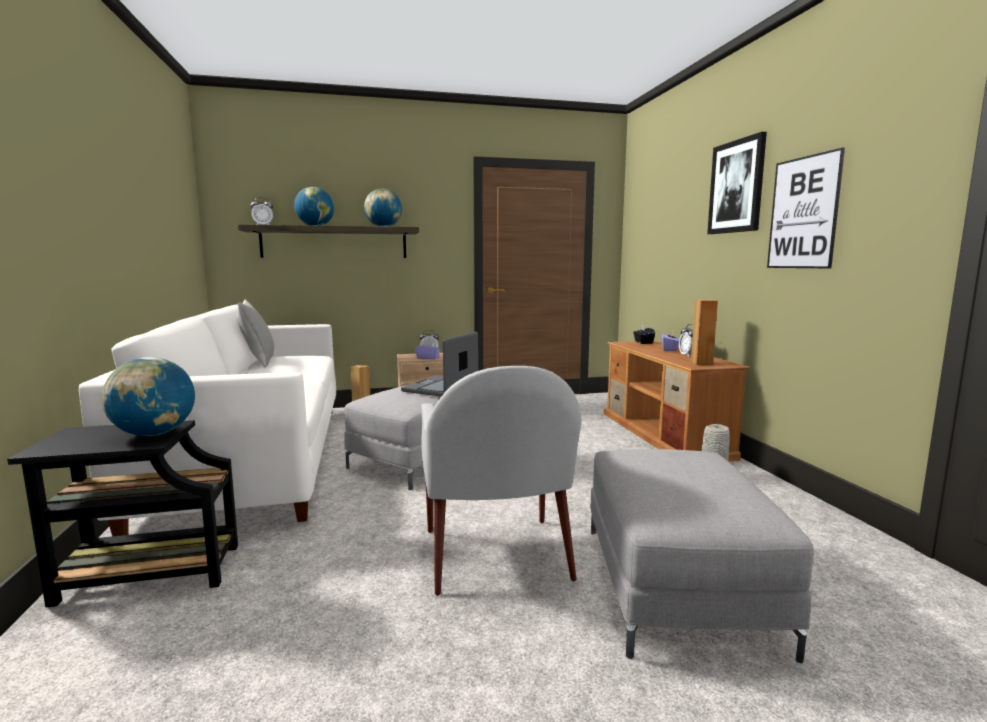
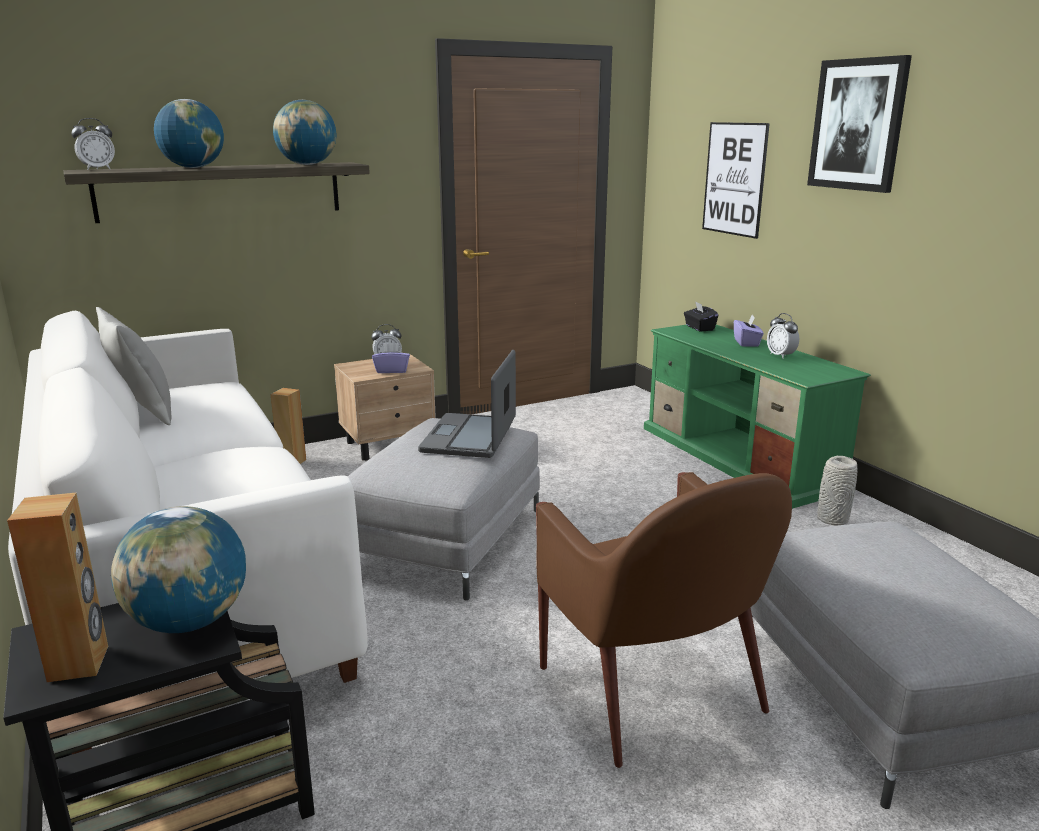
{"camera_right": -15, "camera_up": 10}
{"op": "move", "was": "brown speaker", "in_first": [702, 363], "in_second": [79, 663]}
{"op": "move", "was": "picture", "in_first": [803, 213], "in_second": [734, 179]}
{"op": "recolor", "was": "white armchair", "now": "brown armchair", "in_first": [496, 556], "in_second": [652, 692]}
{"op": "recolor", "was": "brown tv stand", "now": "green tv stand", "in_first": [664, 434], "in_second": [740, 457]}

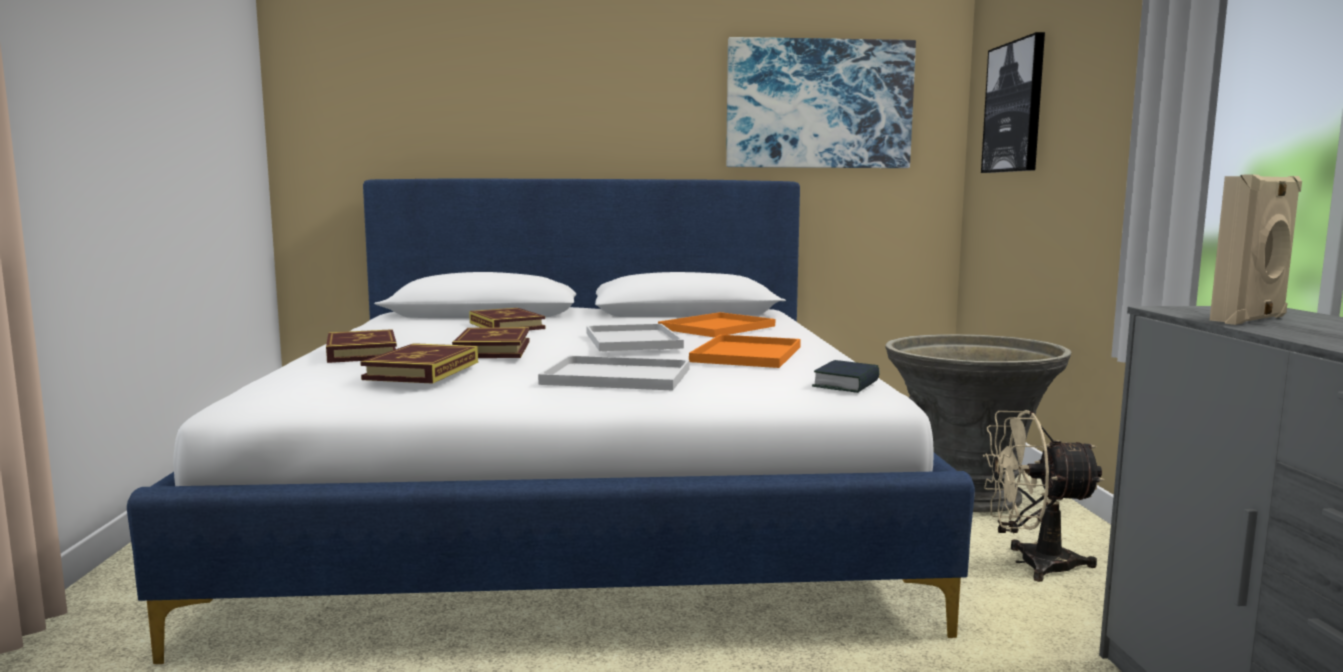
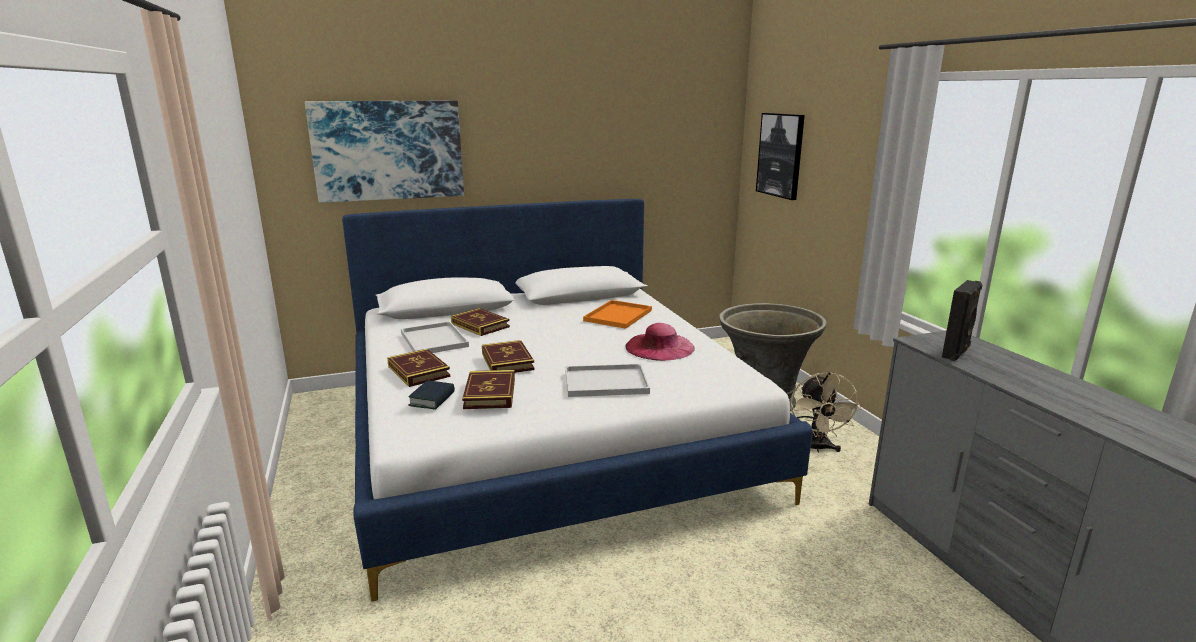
{"camera_right": -15, "camera_up": 10}
{"op": "move", "was": "white tray", "in_first": [634, 340], "in_second": [435, 340]}
{"op": "move", "was": "picture", "in_first": [819, 104], "in_second": [388, 150]}
{"op": "move", "was": "book", "in_first": [846, 384], "in_second": [432, 399]}
{"op": "replace", "was": "orange tray", "now": "pink hat", "in_first": [746, 353], "in_second": [659, 347]}
{"op": "recolor", "was": "beige speaker", "now": "black speaker", "in_first": [1251, 319], "in_second": [957, 352]}
{"op": "rotate", "was": "beige fan", "in_first": [1031, 564], "in_second": [816, 448], "clockwise": -75}

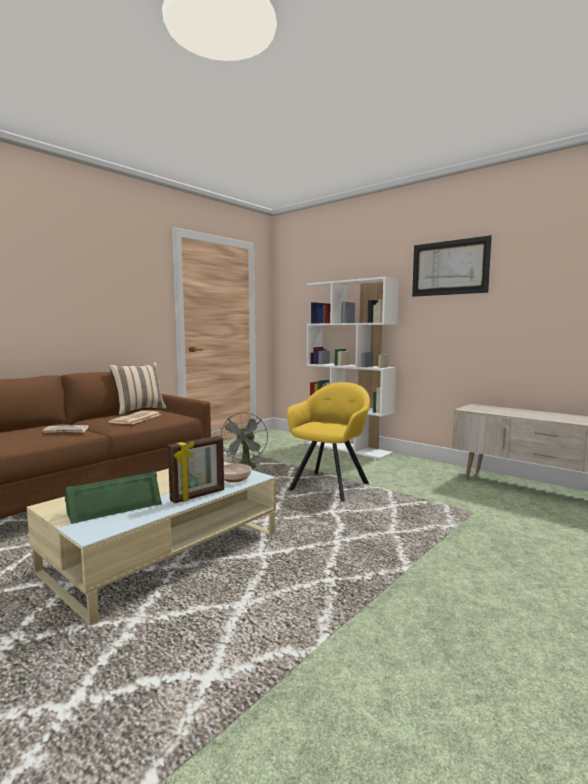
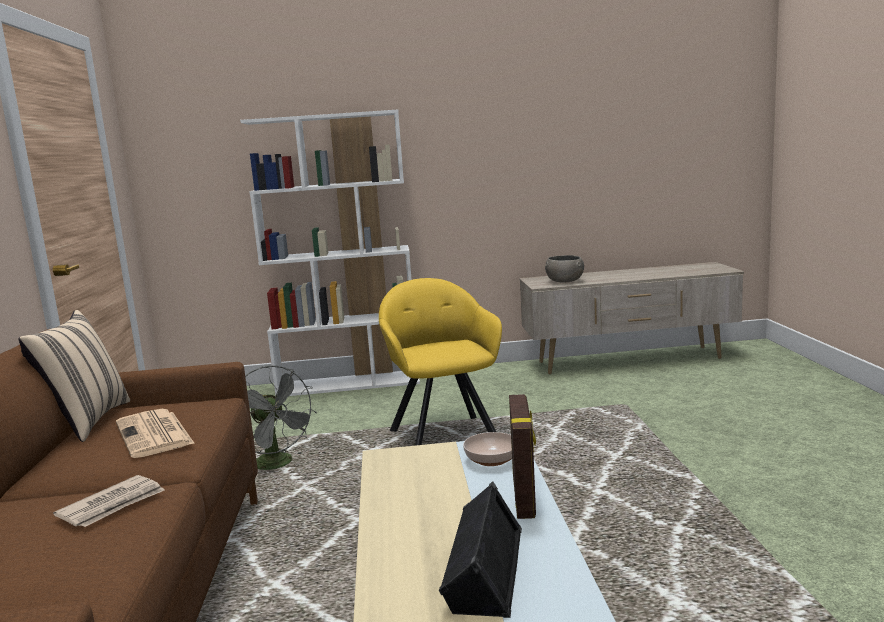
{"camera_right": -45, "camera_up": 5}
{"op": "delete", "was": "picture", "in_first": [449, 268]}
{"op": "insert", "now": "grey bowl", "in_second": [564, 281]}
{"op": "recolor", "was": "green speaker", "now": "black speaker", "in_first": [114, 507], "in_second": [482, 567]}

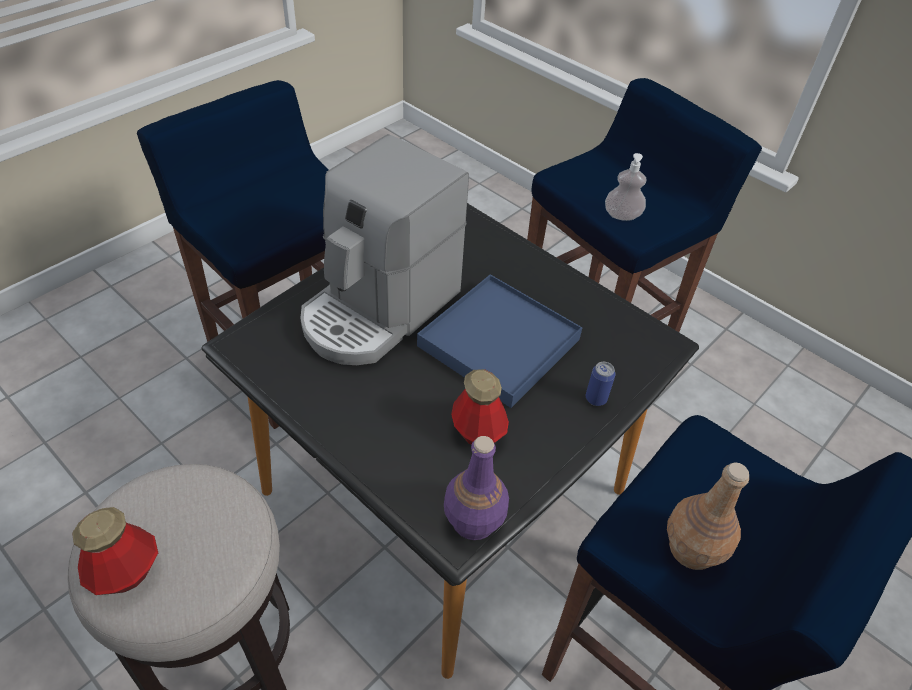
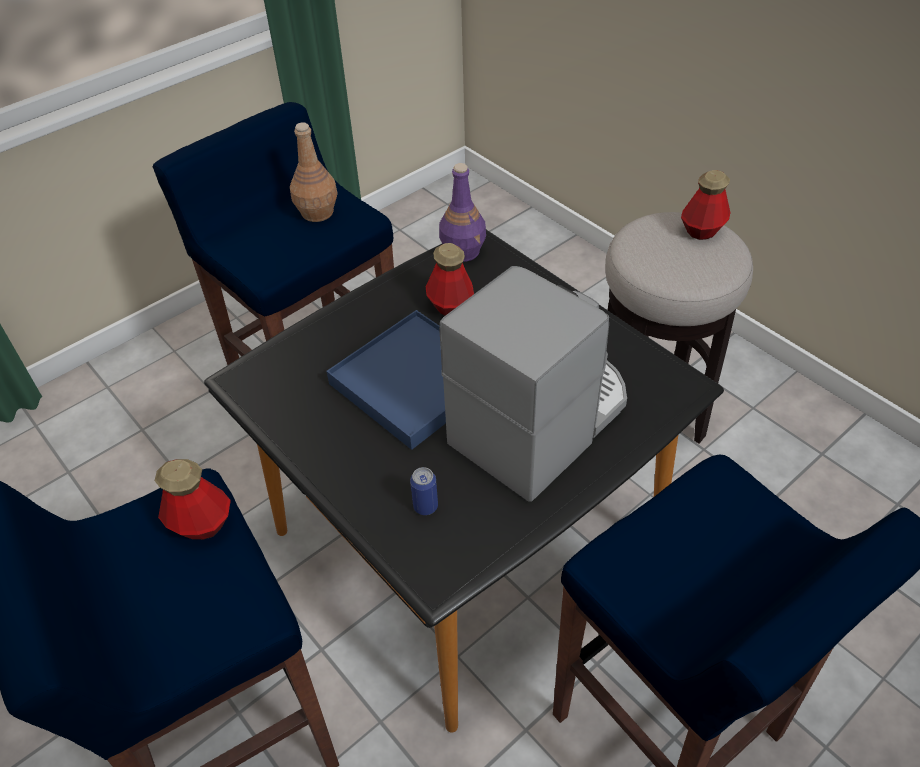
{"camera_right": -170, "camera_up": 0}
{"op": "move", "was": "can", "in_first": [596, 398], "in_second": [425, 506]}
{"op": "replace", "was": "soap dispenser", "now": "bottle", "in_first": [622, 215], "in_second": [201, 524]}

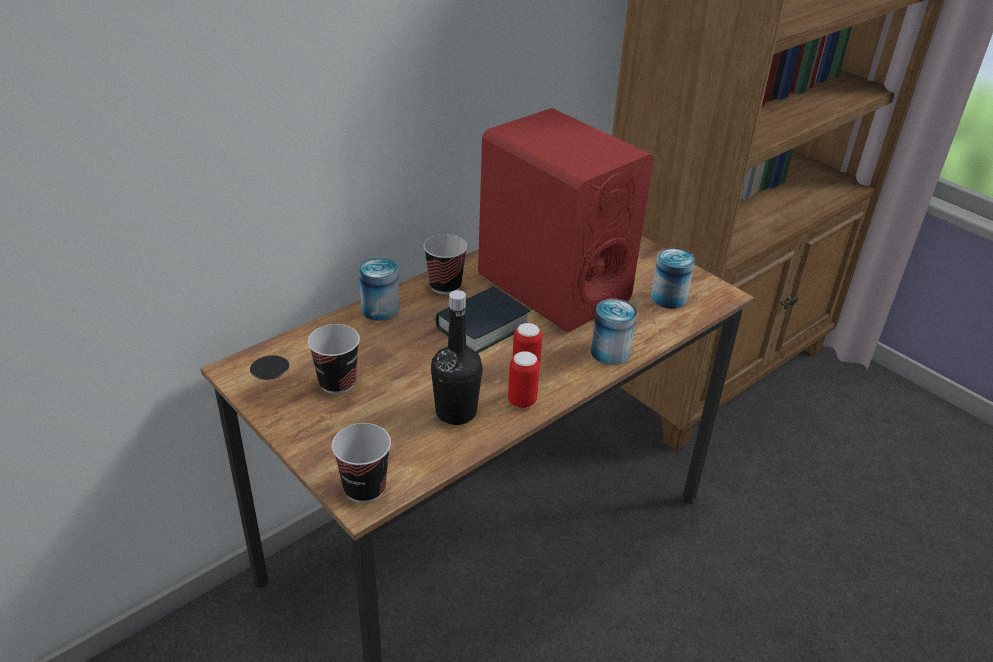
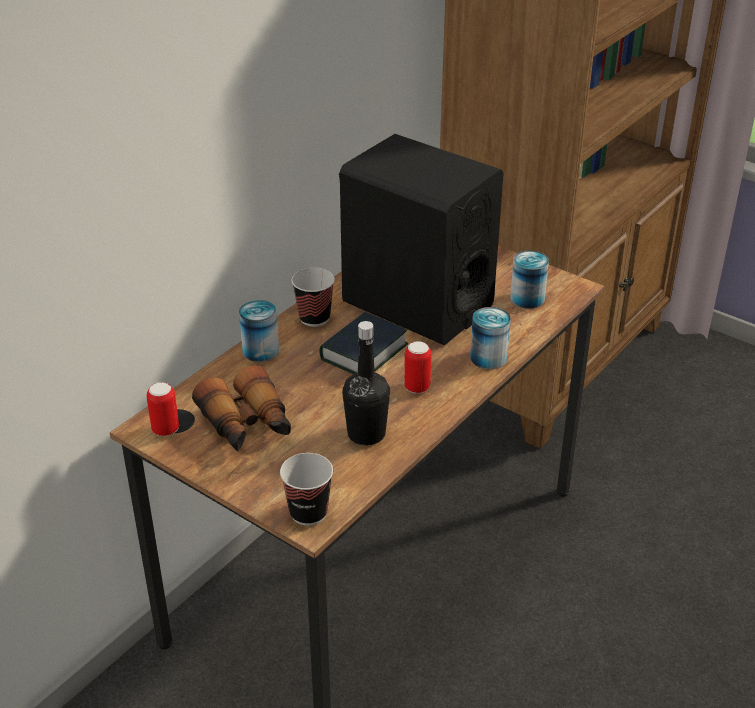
{"camera_right": -10, "camera_up": 0}
{"op": "move", "was": "can", "in_first": [522, 401], "in_second": [165, 430]}
{"op": "replace", "was": "cup", "now": "binoculars", "in_first": [337, 383], "in_second": [247, 425]}
{"op": "recolor", "was": "red speaker", "now": "black speaker", "in_first": [552, 287], "in_second": [416, 304]}

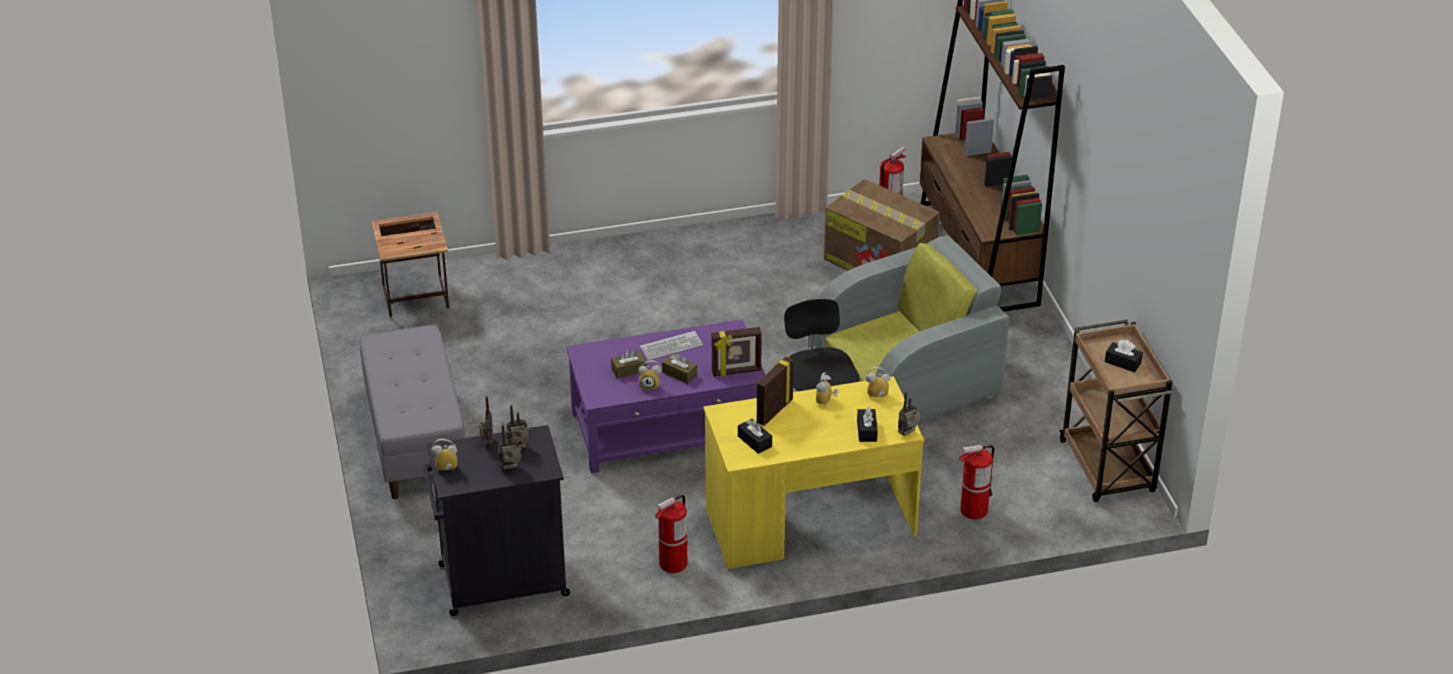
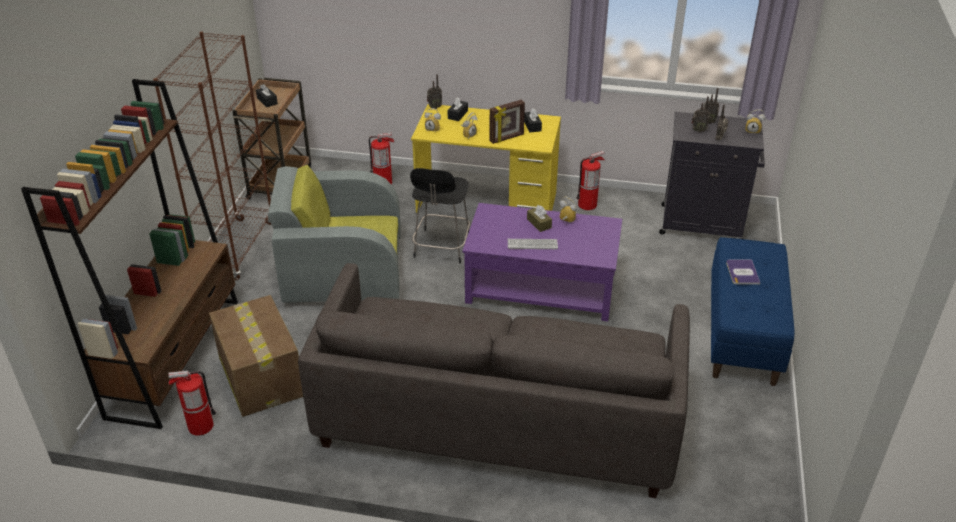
{"camera_right": -155, "camera_up": 0}
{"op": "delete", "was": "side table", "in_first": [417, 298]}
{"op": "delete", "was": "brown tissue box", "in_first": [629, 370]}
{"op": "delete", "was": "picture frame", "in_first": [736, 372]}
{"op": "insert", "now": "brown bookcase", "in_second": [238, 249]}
{"op": "insert", "now": "grey sofa", "in_second": [497, 419]}
{"op": "insert", "now": "book", "in_second": [742, 272]}
{"op": "recolor", "was": "grey bench", "now": "blue bench", "in_first": [415, 440], "in_second": [743, 334]}

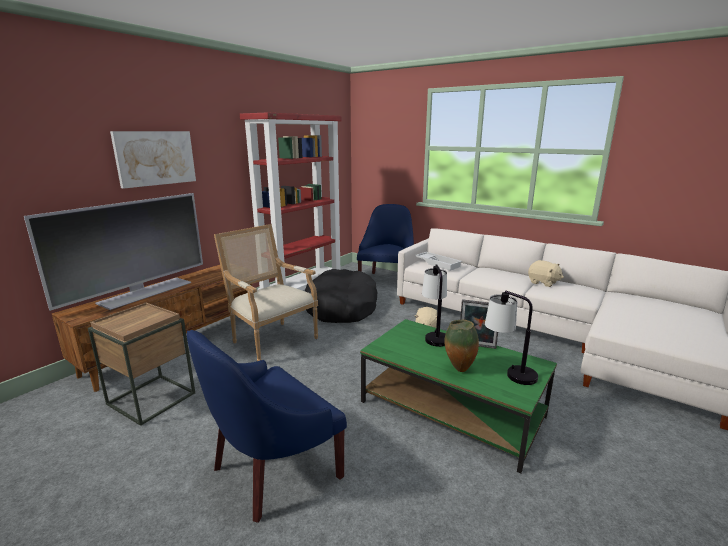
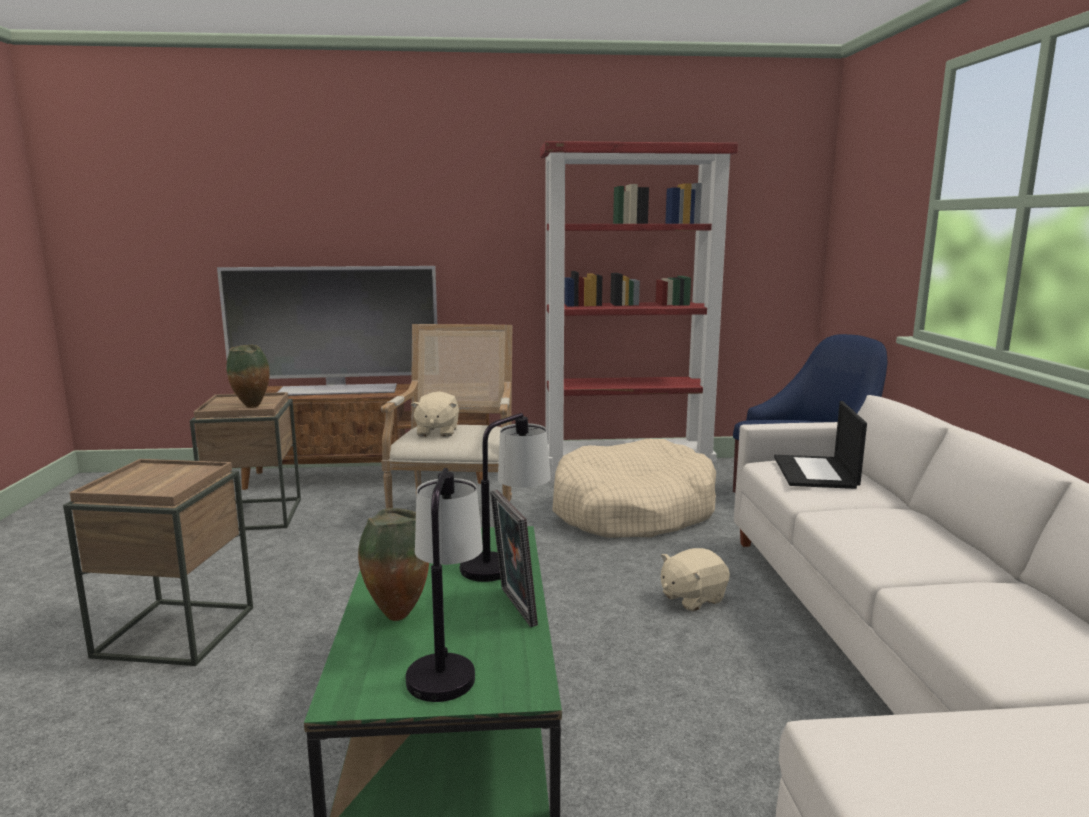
{"camera_right": 50, "camera_up": -5}
{"op": "delete", "was": "picture", "in_first": [155, 158]}
{"op": "insert", "now": "vase", "in_second": [252, 407]}
{"op": "move", "was": "beige plush toy", "in_first": [543, 283], "in_second": [436, 432]}
{"op": "replace", "was": "blue armchair", "now": "brown side table", "in_first": [272, 469], "in_second": [175, 631]}
{"op": "replace", "was": "white tray", "now": "laptop", "in_first": [438, 263], "in_second": [816, 473]}
{"op": "recolor", "was": "black dog bed", "now": "beige dog bed", "in_first": [342, 307], "in_second": [632, 511]}

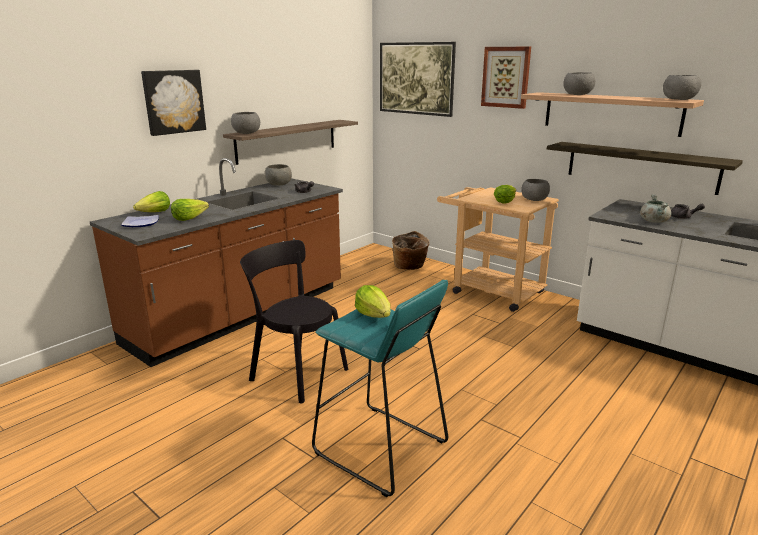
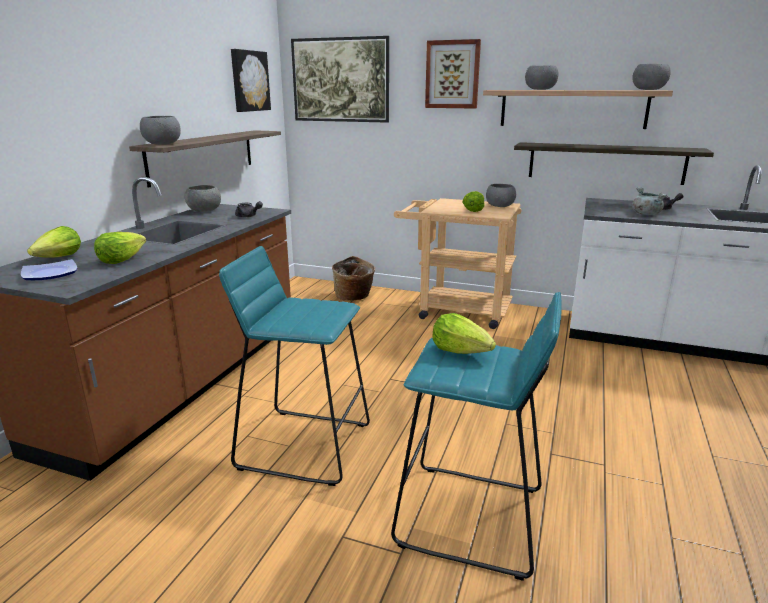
{"camera_right": -20, "camera_up": 0}
{"op": "move", "was": "picture", "in_first": [173, 101], "in_second": [249, 81]}
{"op": "replace", "was": "black chair", "now": "turquoise stool", "in_first": [296, 373], "in_second": [304, 445]}

